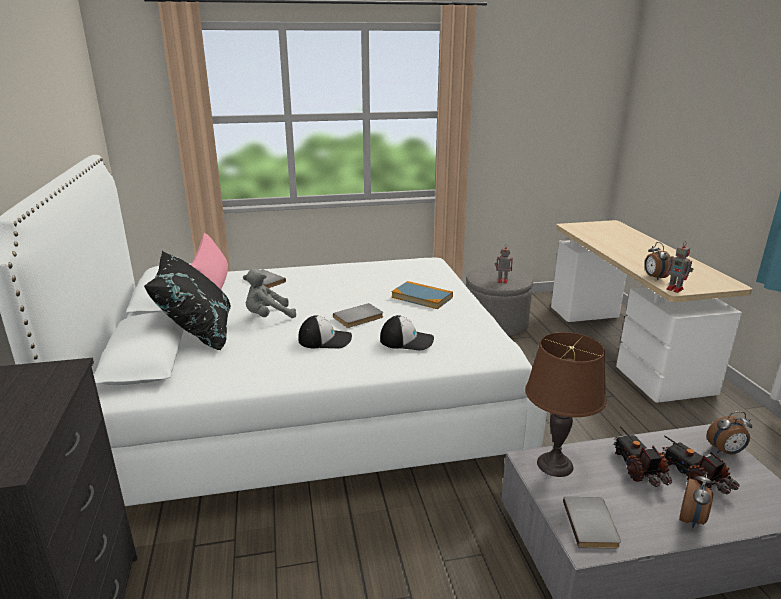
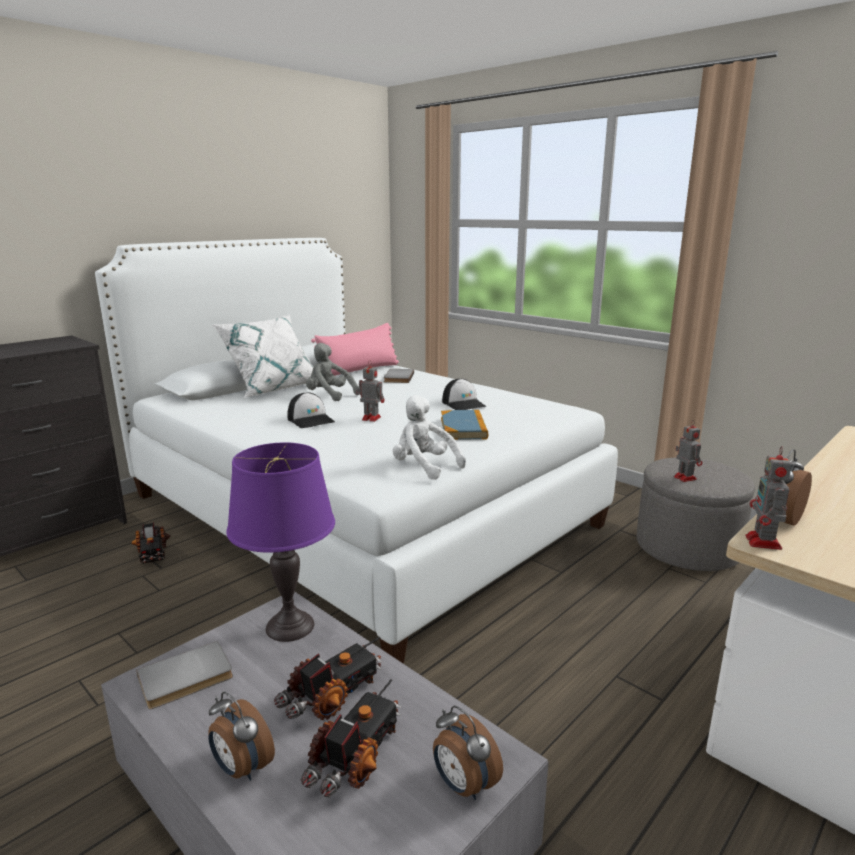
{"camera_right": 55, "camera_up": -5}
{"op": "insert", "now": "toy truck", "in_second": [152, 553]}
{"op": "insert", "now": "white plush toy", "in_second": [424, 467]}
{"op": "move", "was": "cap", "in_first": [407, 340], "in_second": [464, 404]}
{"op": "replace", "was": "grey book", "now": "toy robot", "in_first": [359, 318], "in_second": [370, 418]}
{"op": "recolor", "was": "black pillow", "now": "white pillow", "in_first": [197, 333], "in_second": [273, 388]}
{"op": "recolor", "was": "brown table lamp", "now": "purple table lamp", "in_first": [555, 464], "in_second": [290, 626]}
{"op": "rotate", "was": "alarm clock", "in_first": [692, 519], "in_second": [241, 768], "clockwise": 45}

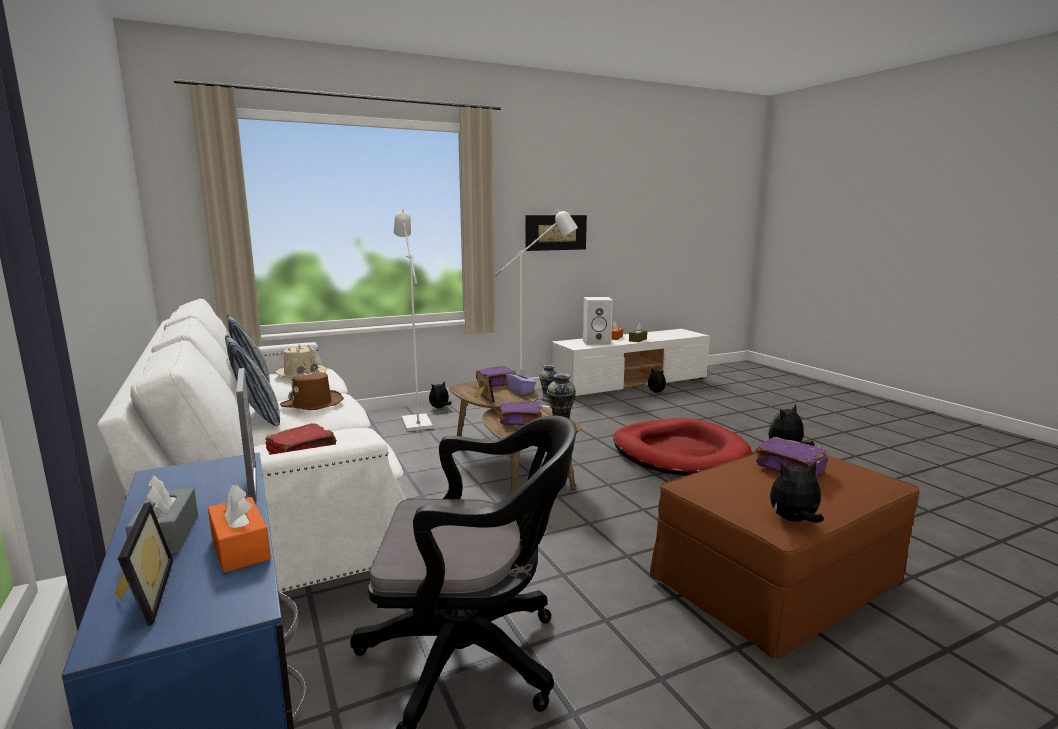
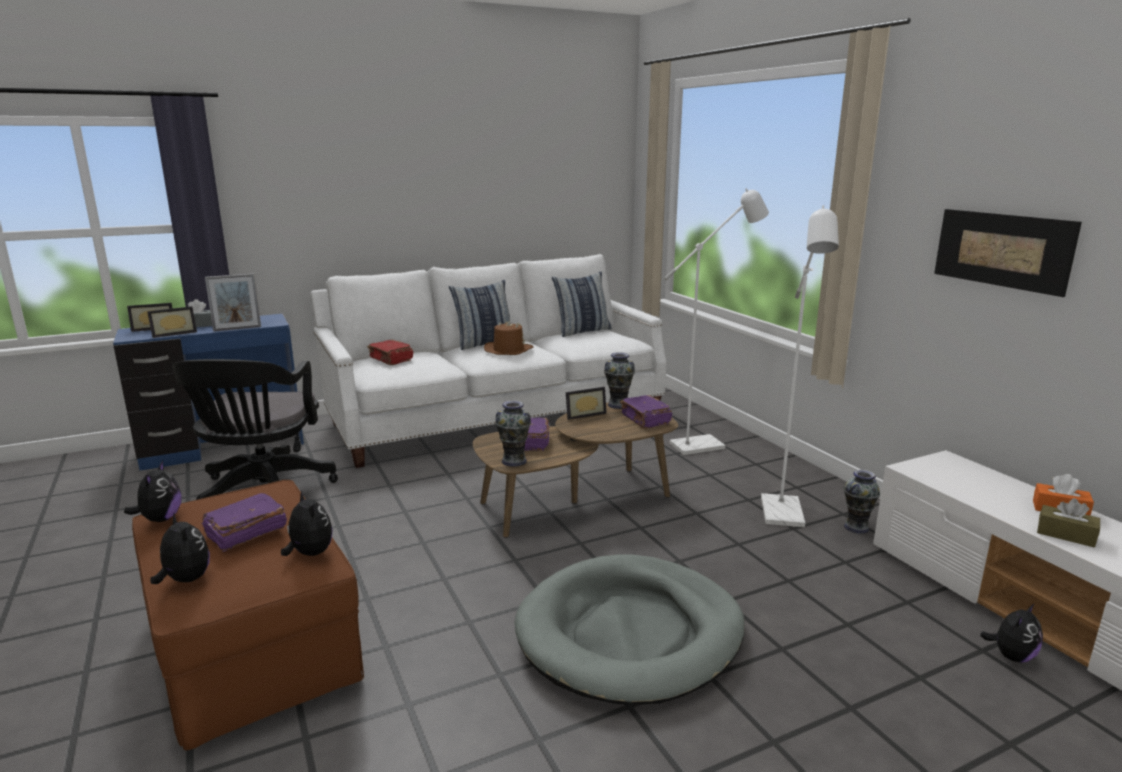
{"camera_right": 90, "camera_up": 5}
{"op": "delete", "was": "beige hat", "in_first": [300, 373]}
{"op": "delete", "was": "purple tissue box", "in_first": [521, 391]}
{"op": "delete", "was": "white speaker", "in_first": [597, 342]}
{"op": "insert", "now": "vase", "in_second": [618, 405]}
{"op": "move", "was": "plush toy", "in_first": [440, 408], "in_second": [185, 580]}
{"op": "replace", "was": "orange tissue box", "now": "picture frame", "in_first": [240, 548], "in_second": [174, 333]}
{"op": "recolor", "was": "red dog bed", "now": "grey dog bed", "in_first": [679, 453], "in_second": [630, 633]}

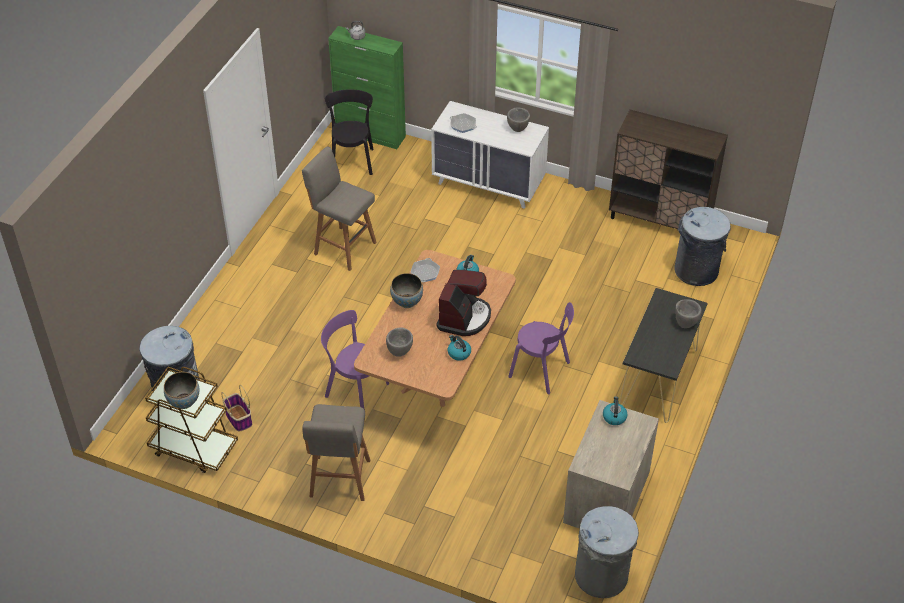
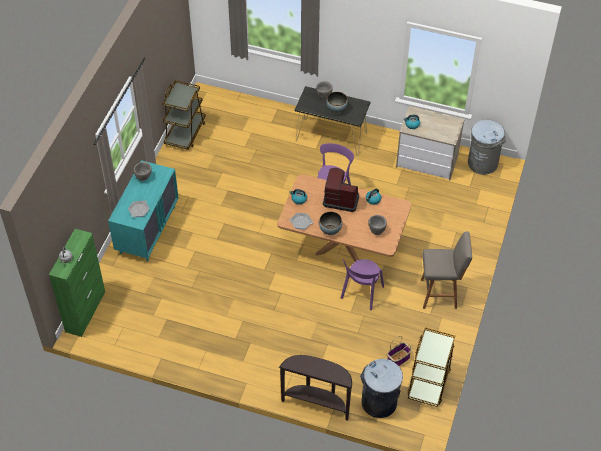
{"camera_right": -95, "camera_up": 5}
{"op": "delete", "was": "grey stool", "in_first": [343, 247]}
{"op": "delete", "was": "black chair", "in_first": [352, 160]}
{"op": "delete", "was": "grey trash can", "in_first": [696, 271]}
{"op": "insert", "now": "brown console table", "in_second": [317, 403]}
{"op": "move", "was": "bowl", "in_first": [184, 401], "in_second": [336, 109]}
{"op": "replace", "was": "brown cabinet", "now": "brown cart", "in_first": [660, 220], "in_second": [185, 133]}
{"op": "recolor", "was": "white dresser", "now": "turquoise dresser", "in_first": [489, 184], "in_second": [148, 229]}

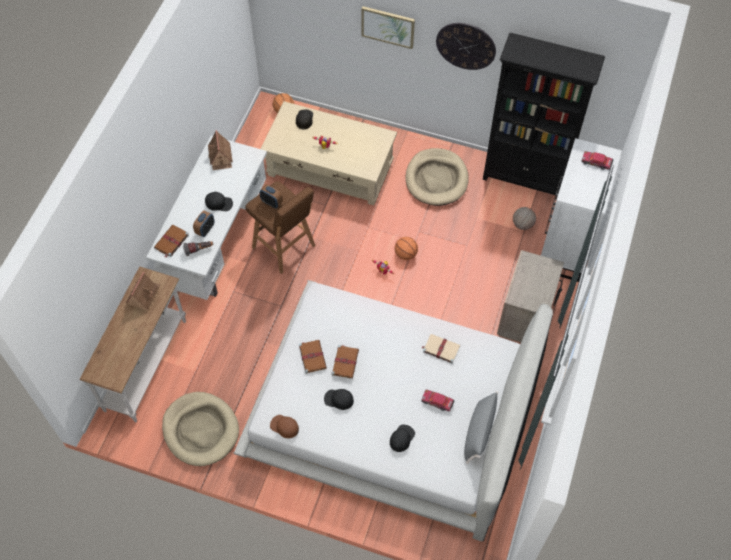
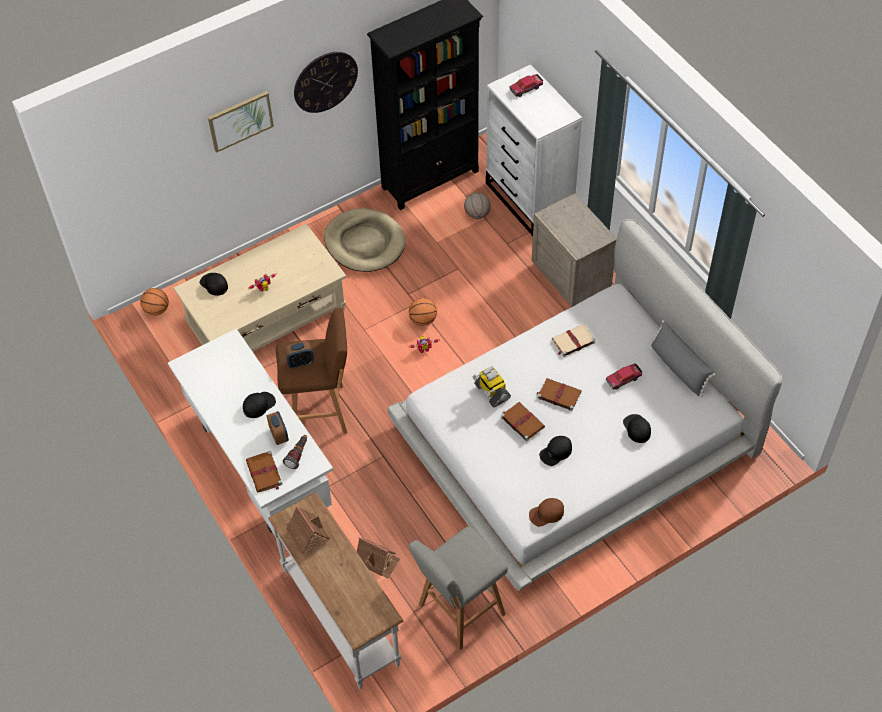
{"camera_right": -50, "camera_up": -5}
{"op": "insert", "now": "toy robot", "in_second": [491, 392]}
{"op": "move", "was": "toy house", "in_first": [220, 157], "in_second": [377, 560]}
{"op": "move", "was": "brown book", "in_first": [312, 356], "in_second": [558, 395]}
{"op": "replace", "was": "beige dog bed", "now": "grey stool", "in_first": [201, 430], "in_second": [459, 611]}

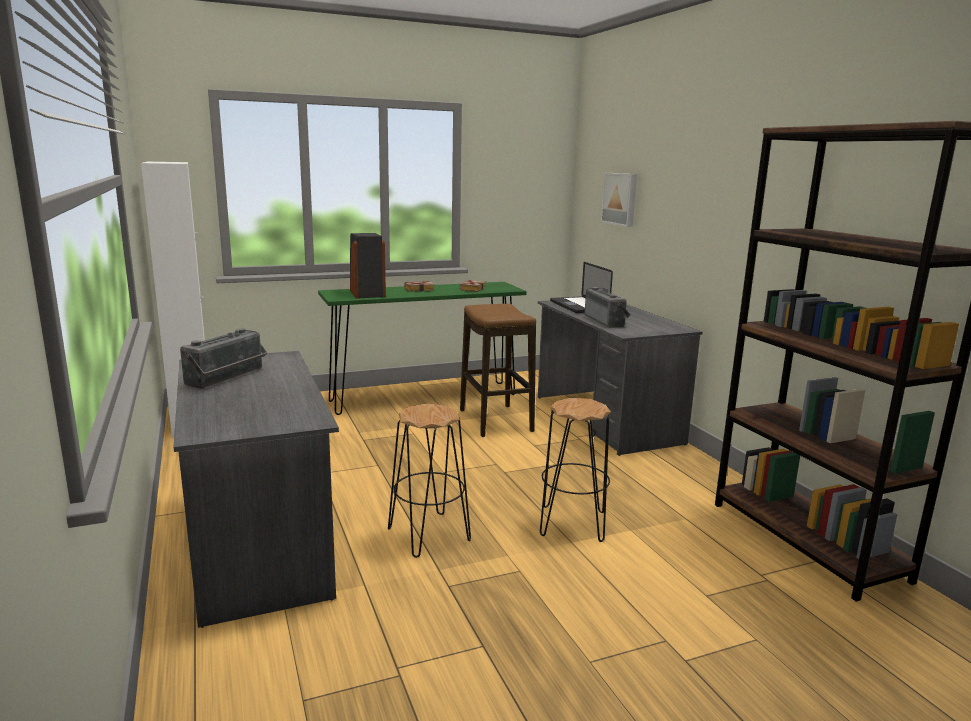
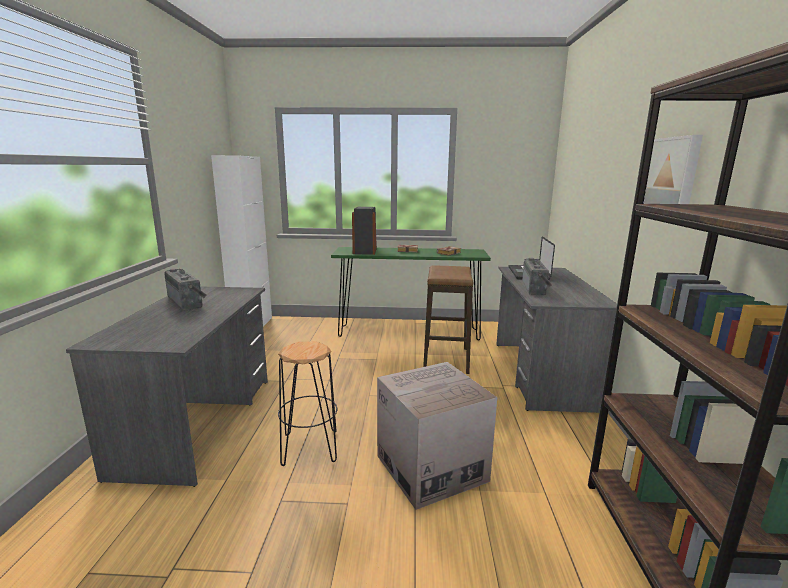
{"camera_right": 25, "camera_up": 0}
{"op": "move", "was": "picture", "in_first": [620, 199], "in_second": [673, 173]}
{"op": "replace", "was": "black stool", "now": "cardboard box", "in_first": [572, 523], "in_second": [431, 468]}
{"op": "rotate", "was": "radio", "in_first": [228, 378], "in_second": [188, 302], "clockwise": -90}

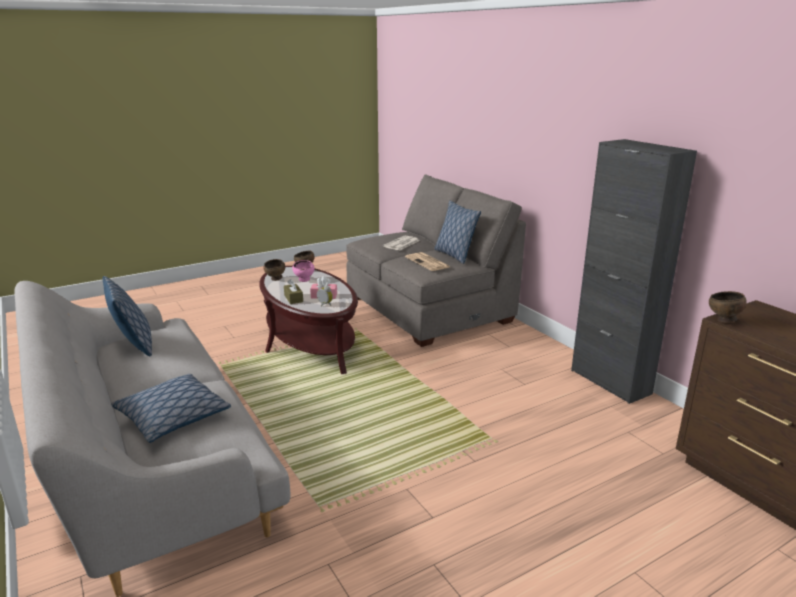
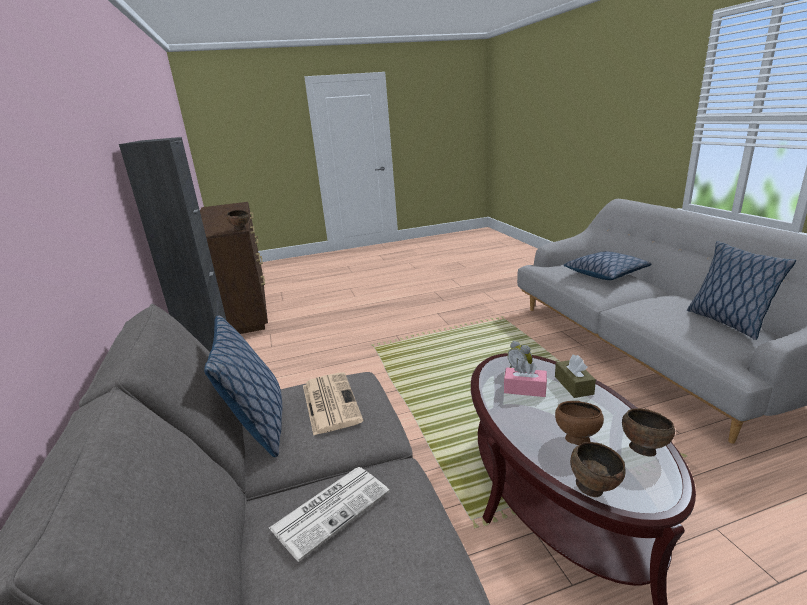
{"camera_right": -165, "camera_up": 0}
{"op": "recolor", "was": "pink bowl", "now": "brown bowl", "in_first": [304, 280], "in_second": [576, 439]}

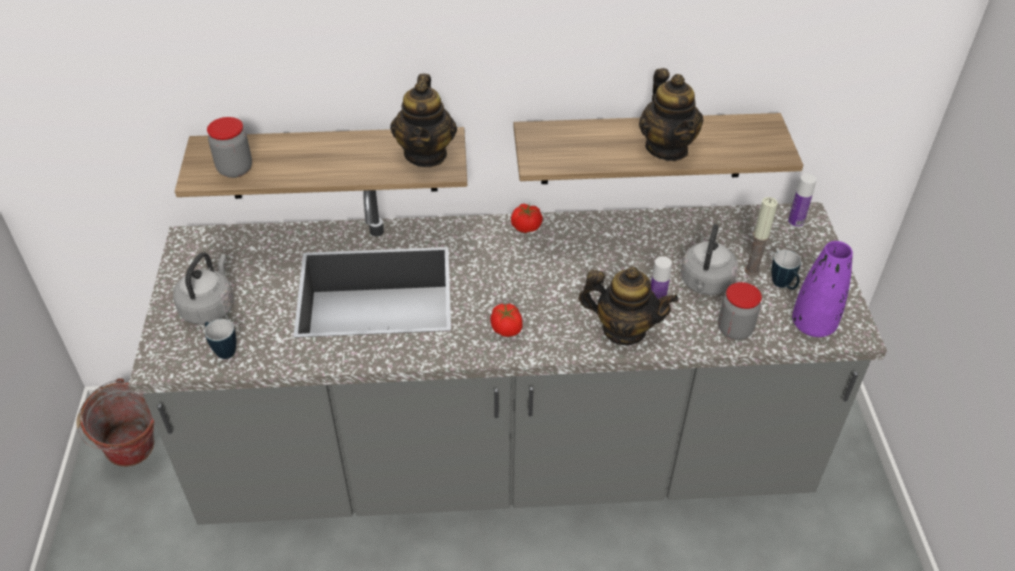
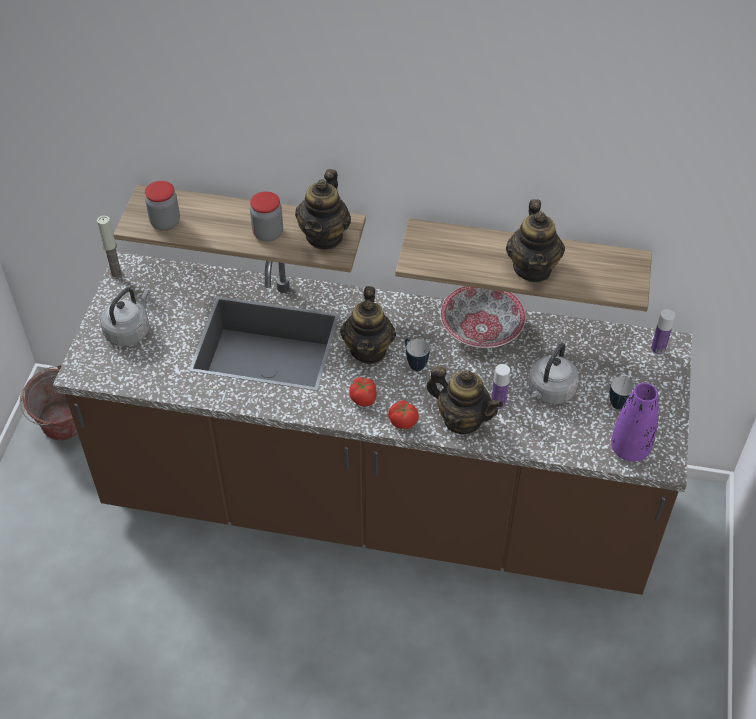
{"camera_right": 15, "camera_up": 5}
{"op": "insert", "now": "teapot", "in_second": [369, 350]}
{"op": "insert", "now": "bowl", "in_second": [481, 329]}
{"op": "move", "was": "mug", "in_first": [222, 350], "in_second": [414, 363]}
{"op": "move", "was": "tomato", "in_first": [526, 227], "in_second": [403, 422]}
{"op": "move", "was": "jar", "in_first": [734, 330], "in_second": [268, 233]}
{"op": "move", "was": "candle", "in_first": [752, 270], "in_second": [116, 274]}
{"op": "recolor", "was": "grey counter", "now": "brown counter", "in_first": [505, 458], "in_second": [378, 502]}

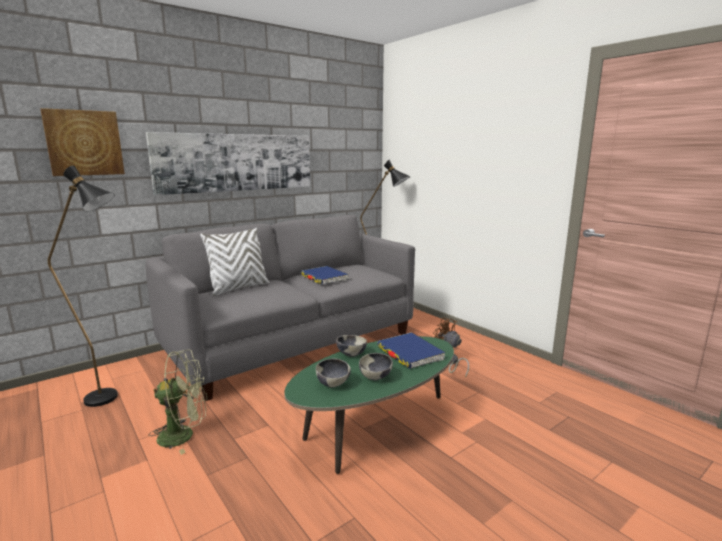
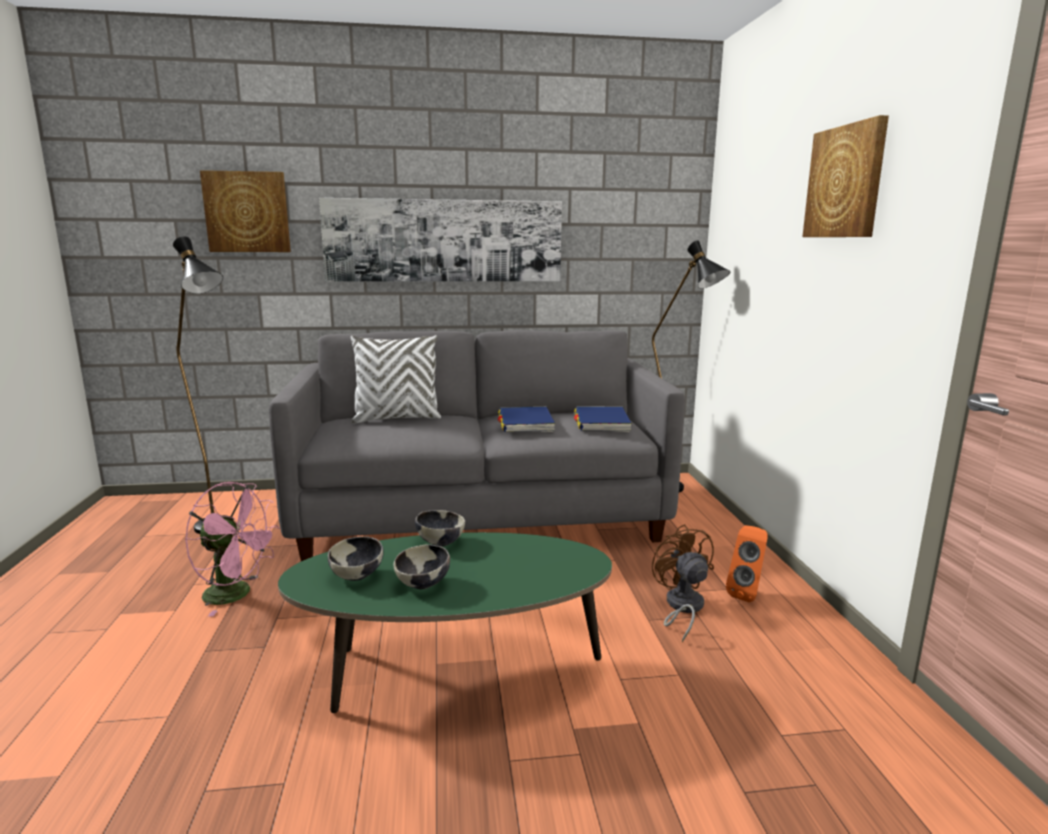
{"camera_right": 30, "camera_up": 0}
{"op": "insert", "now": "orange speaker", "in_second": [747, 593]}
{"op": "insert", "now": "picture", "in_second": [845, 182]}
{"op": "move", "was": "blue book", "in_first": [410, 353], "in_second": [601, 422]}
{"op": "recolor", "was": "green fan", "now": "pink fan", "in_first": [184, 435], "in_second": [237, 595]}

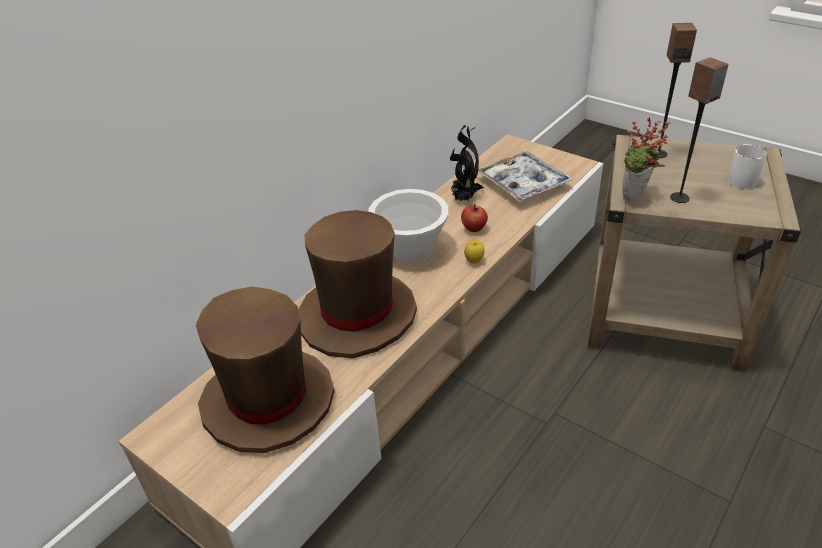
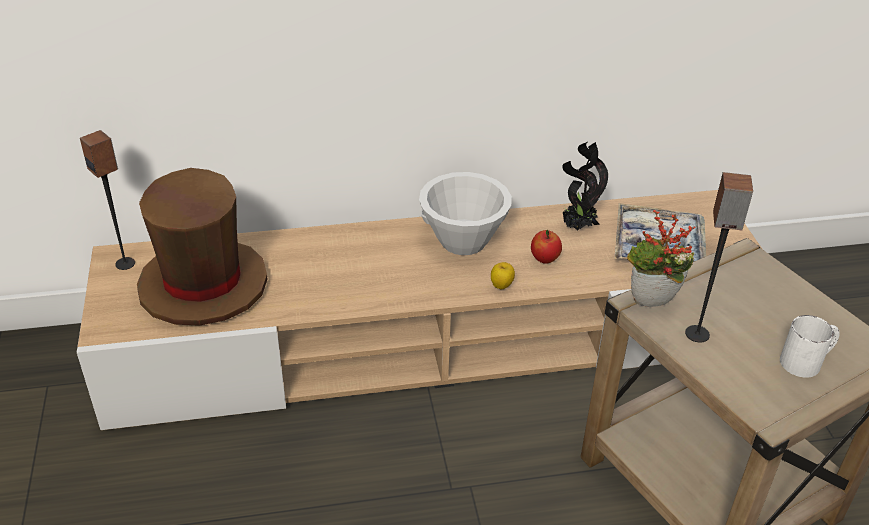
{"camera_right": 40, "camera_up": 0}
{"op": "delete", "was": "brown hat", "in_first": [357, 315]}
{"op": "move", "was": "speaker", "in_first": [658, 153], "in_second": [125, 263]}

